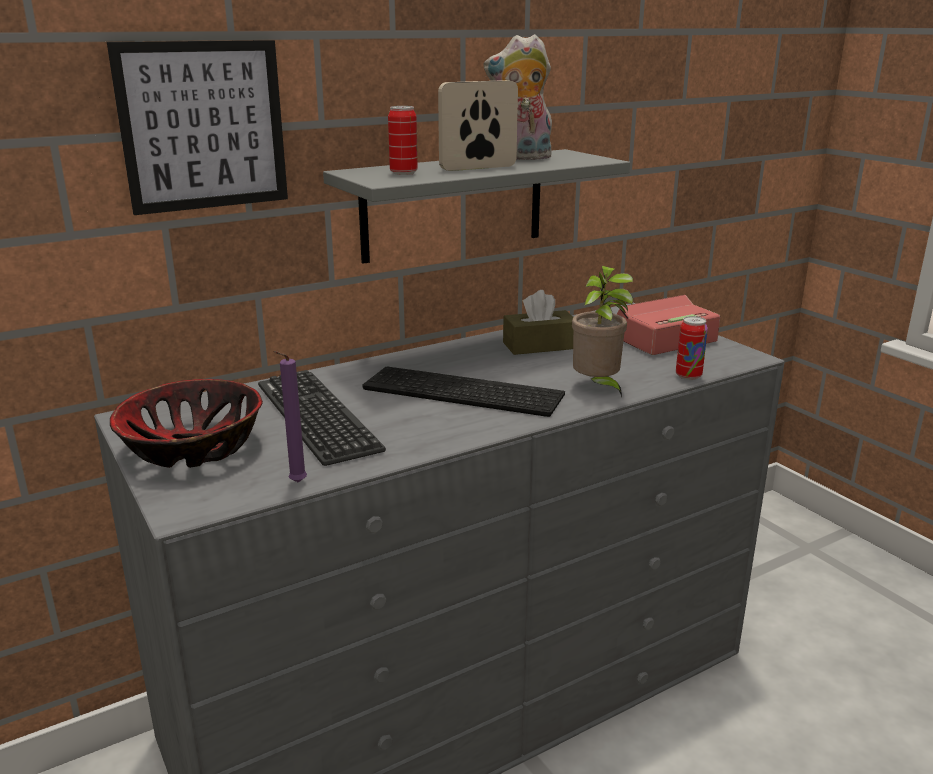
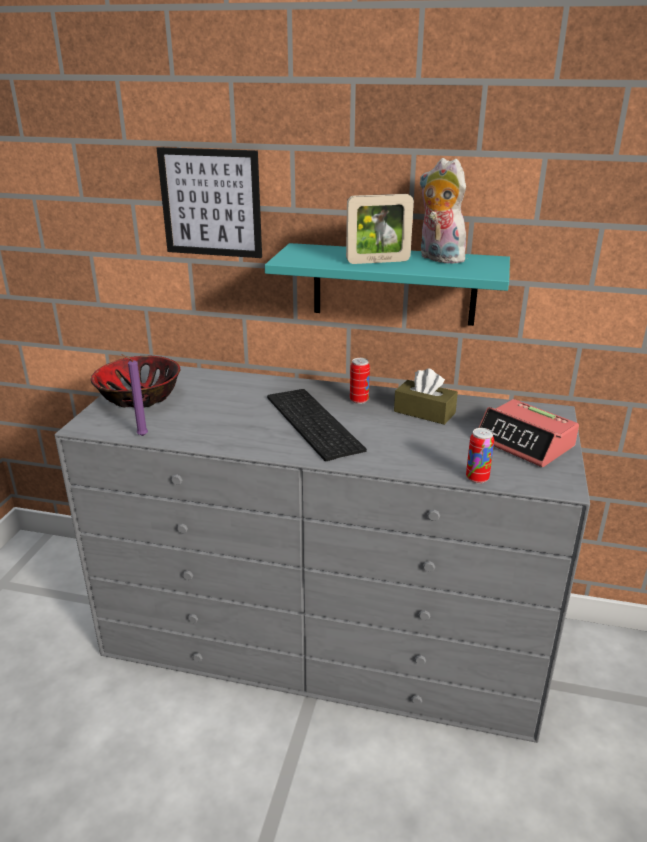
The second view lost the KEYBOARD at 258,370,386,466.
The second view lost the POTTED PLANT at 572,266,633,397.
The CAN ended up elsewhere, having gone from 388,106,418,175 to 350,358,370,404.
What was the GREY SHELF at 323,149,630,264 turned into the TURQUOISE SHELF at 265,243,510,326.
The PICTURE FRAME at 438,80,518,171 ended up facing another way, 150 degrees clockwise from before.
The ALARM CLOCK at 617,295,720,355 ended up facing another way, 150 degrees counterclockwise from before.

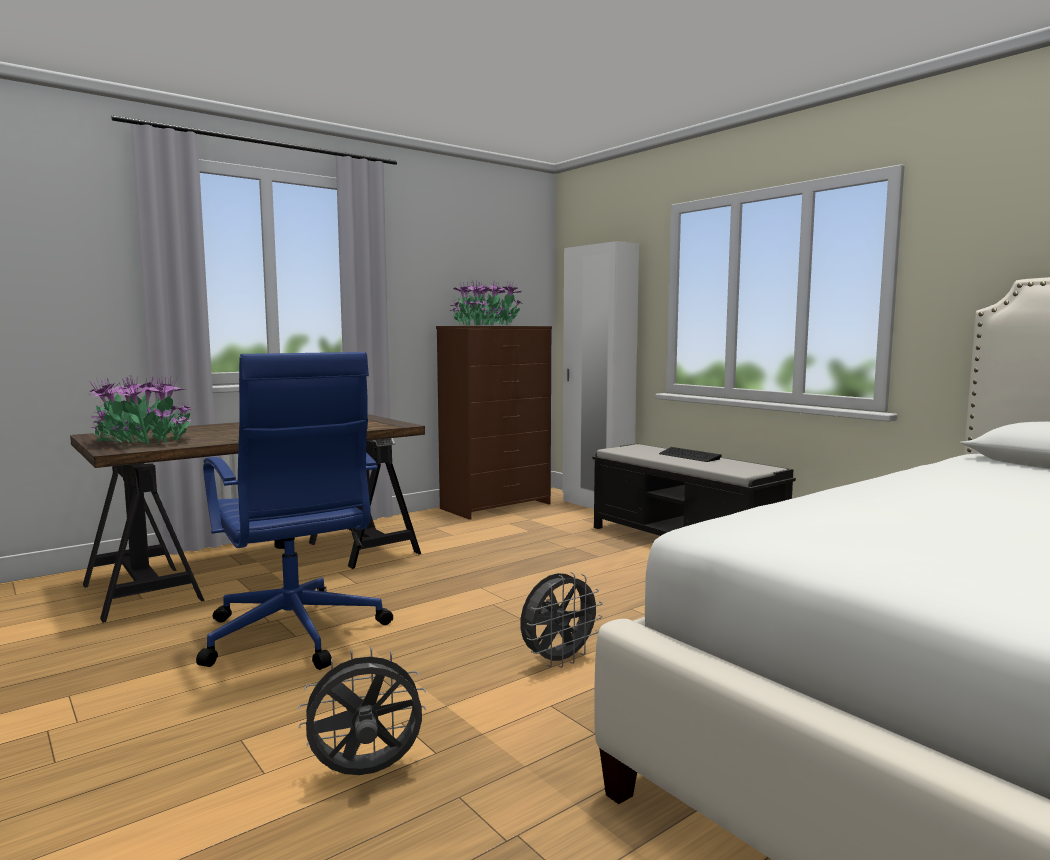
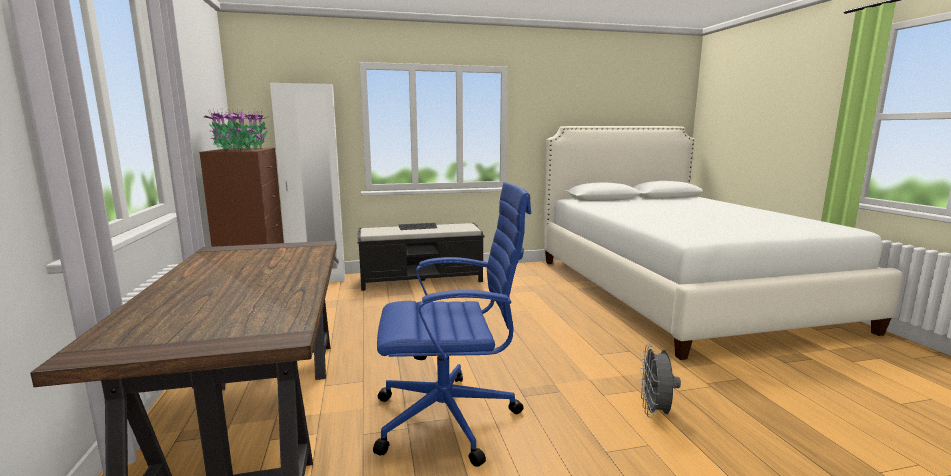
The second view lost the POTTED PLANT at 90,374,195,444.
The second view lost the GREY FAN at 520,572,603,668.

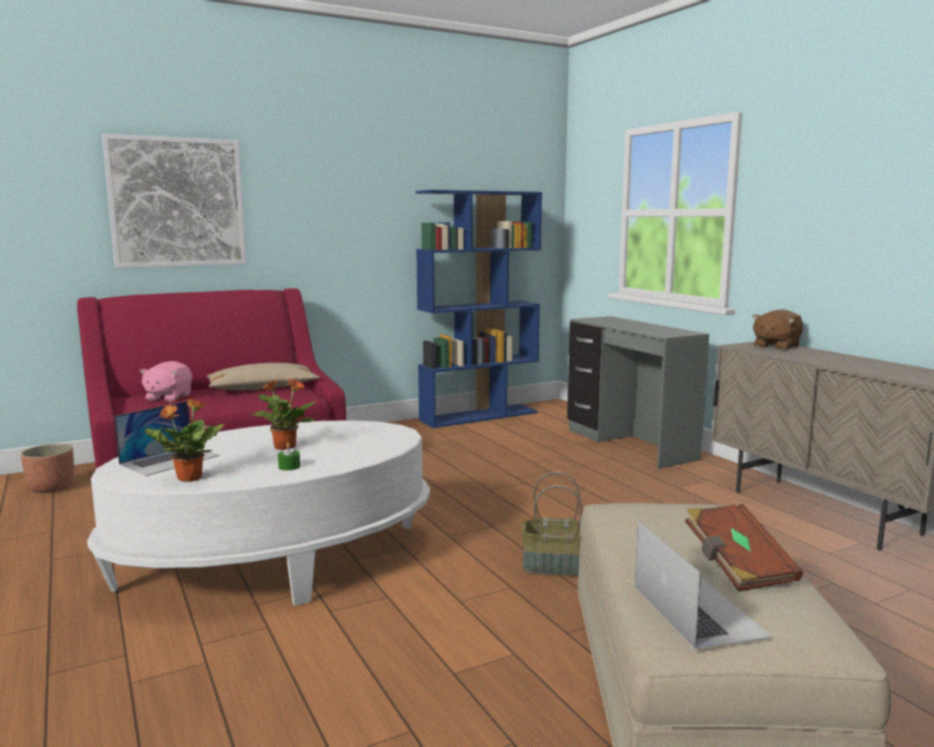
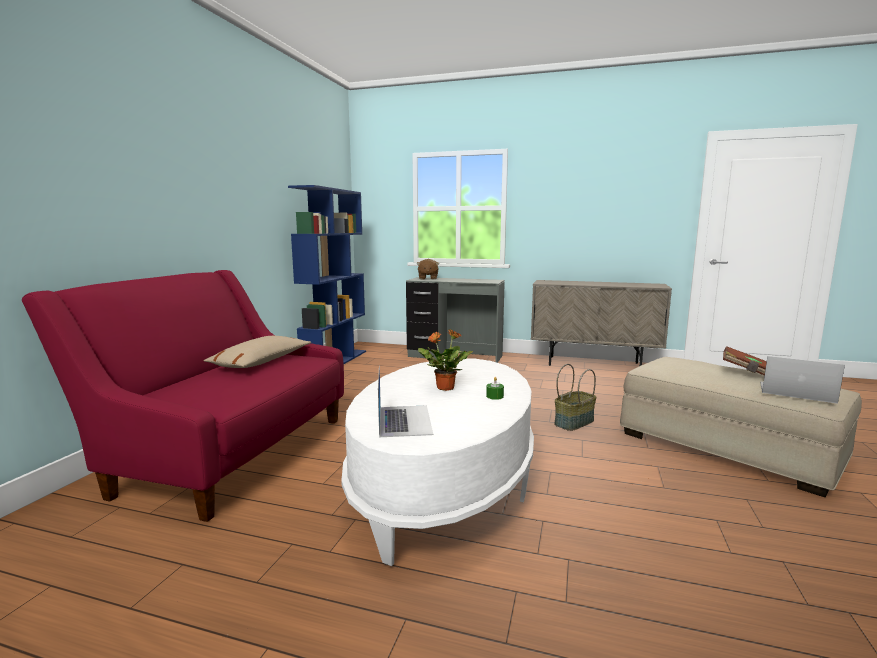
The second view lost the PLANTER at 21,444,74,493.
The second view lost the PICTURE at 102,134,246,268.
The second view lost the PINK PLUSH TOY at 139,361,192,402.
The second view lost the POTTED PLANT at 144,398,224,482.
The BROWN PLUSH TOY ended up elsewhere, having gone from 752,309,803,350 to 417,259,439,279.

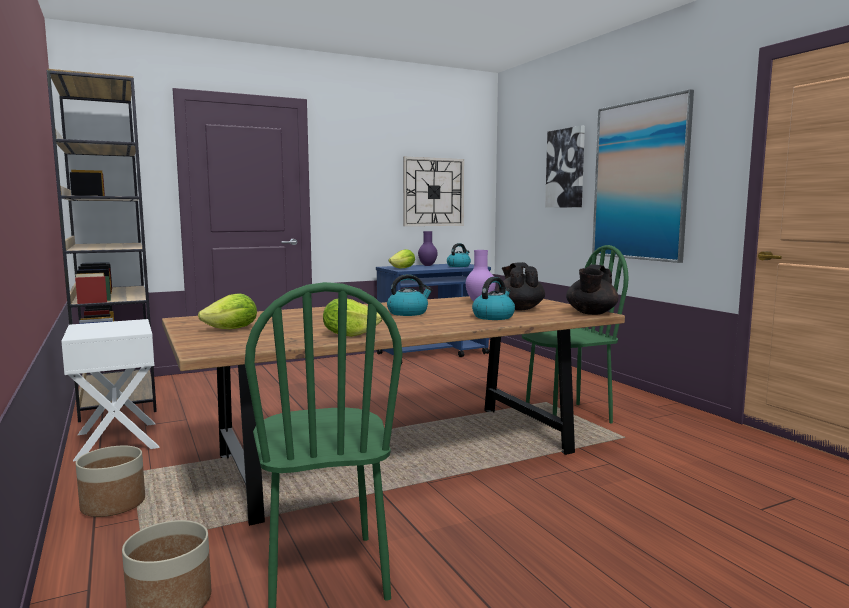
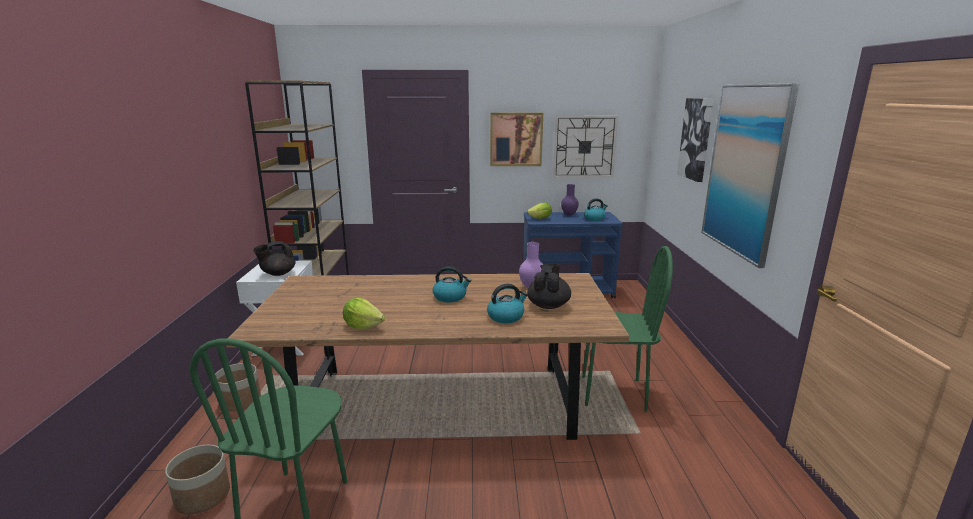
The second view lost the LETTUCE at 198,293,257,329.
The second view gained the PICTURE at 490,113,543,166.
The BLACK TEAPOT ended up elsewhere, having gone from 566,264,618,315 to 253,241,296,276.

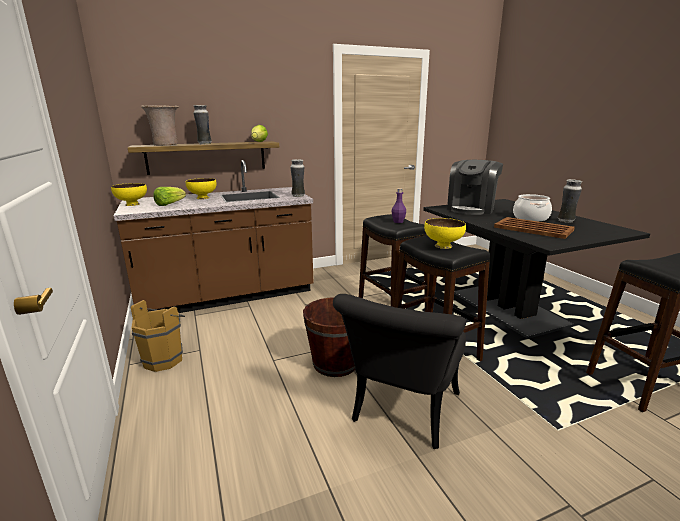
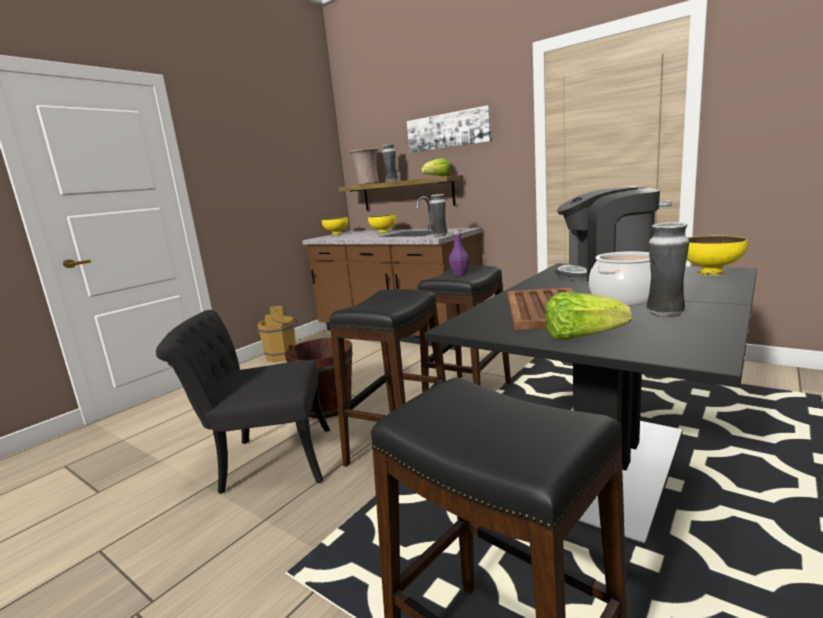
The second view gained the PICTURE at 407,105,492,153.
The LETTUCE ended up elsewhere, having gone from 153,187,186,206 to 546,292,632,340.
The YELLOW BOWL ended up elsewhere, having gone from 424,218,466,249 to 687,236,748,276.

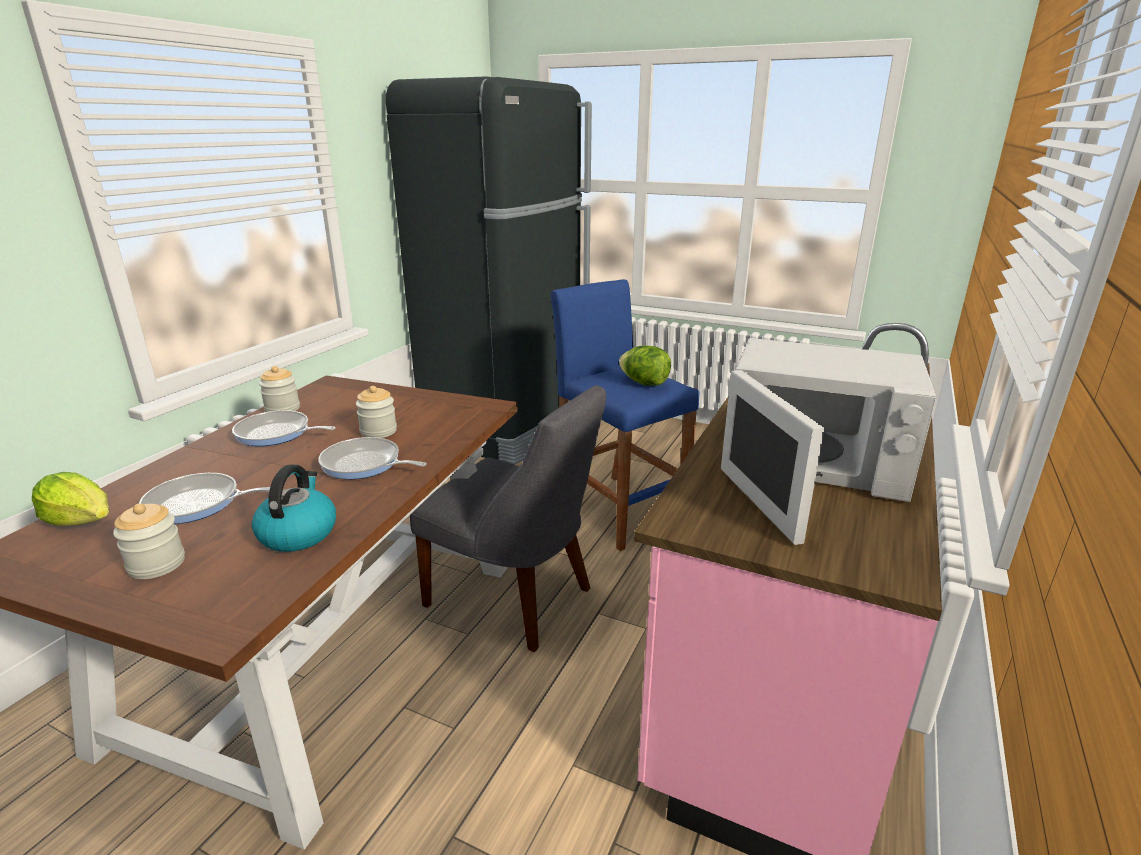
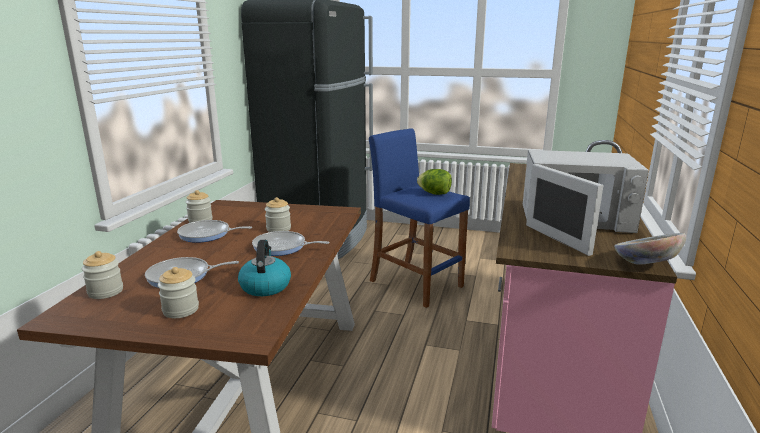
The second view lost the GREY CHAIR at 410,385,606,652.
The second view gained the BOWL at 614,233,686,265.
Where the LETTUCE stood at 32,472,109,526, the JAR came to stand at 82,251,123,299.

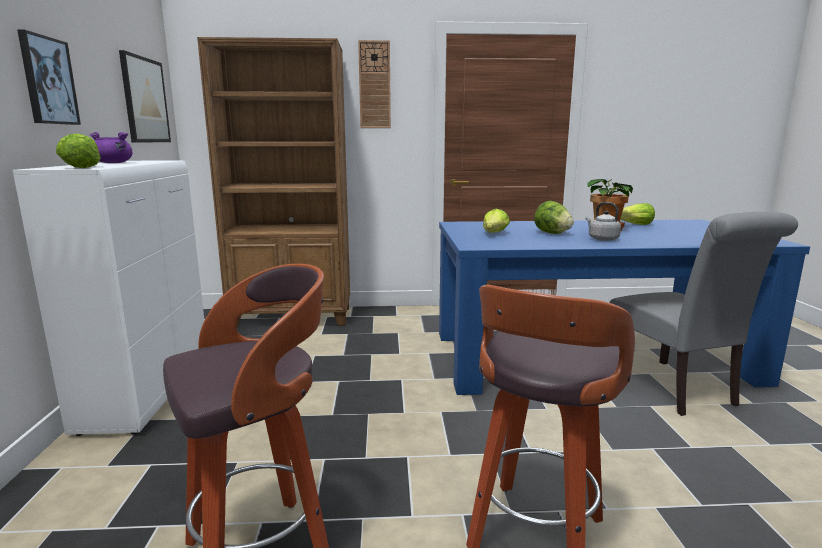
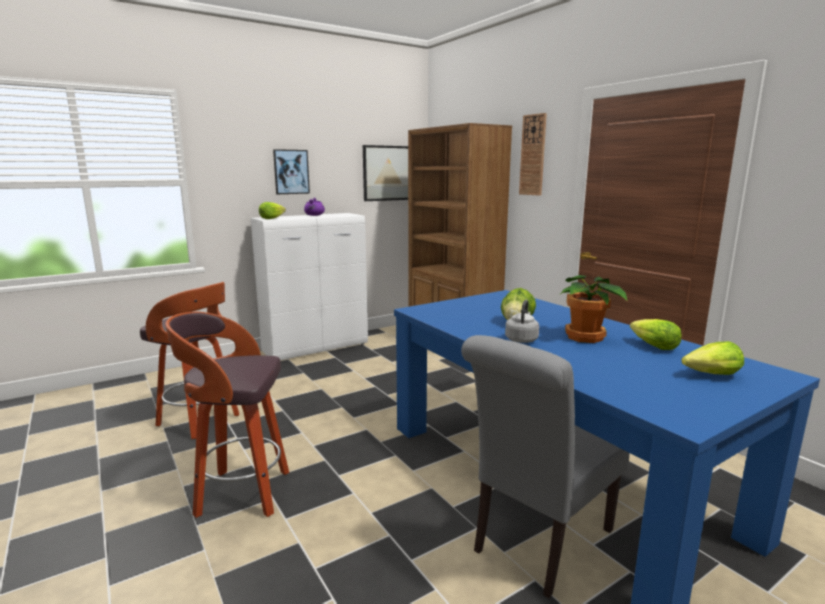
The LETTUCE ended up elsewhere, having gone from 483,209,510,233 to 681,341,744,375.

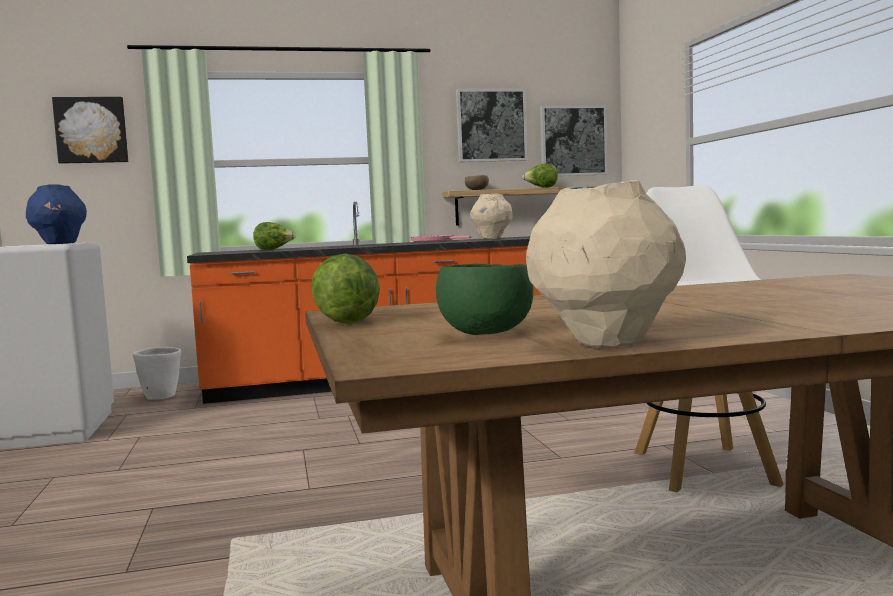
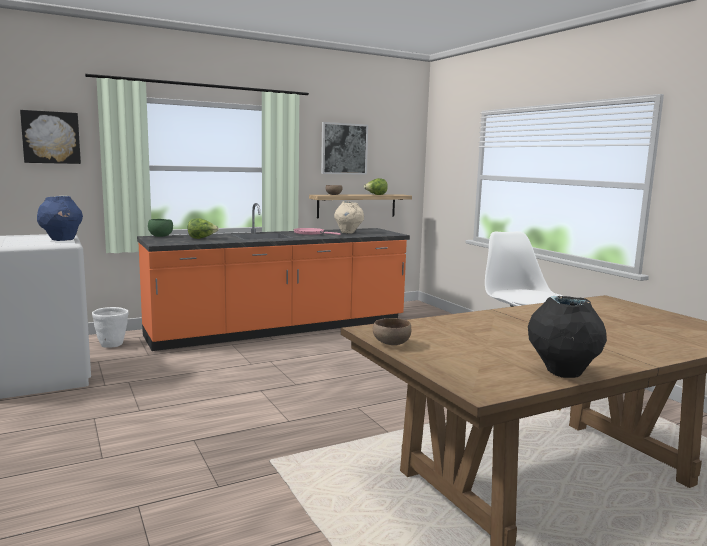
The second view lost the PICTURE at 540,105,608,176.
The GREEN BOWL ended up elsewhere, having gone from 436,264,533,335 to 148,219,173,237.
Where the LETTUCE stood at 311,254,380,324, the BROWN BOWL came to stand at 373,318,411,345.
What was the BEIGE VASE at 526,180,686,347 turned into the BLACK VASE at 528,296,607,378.

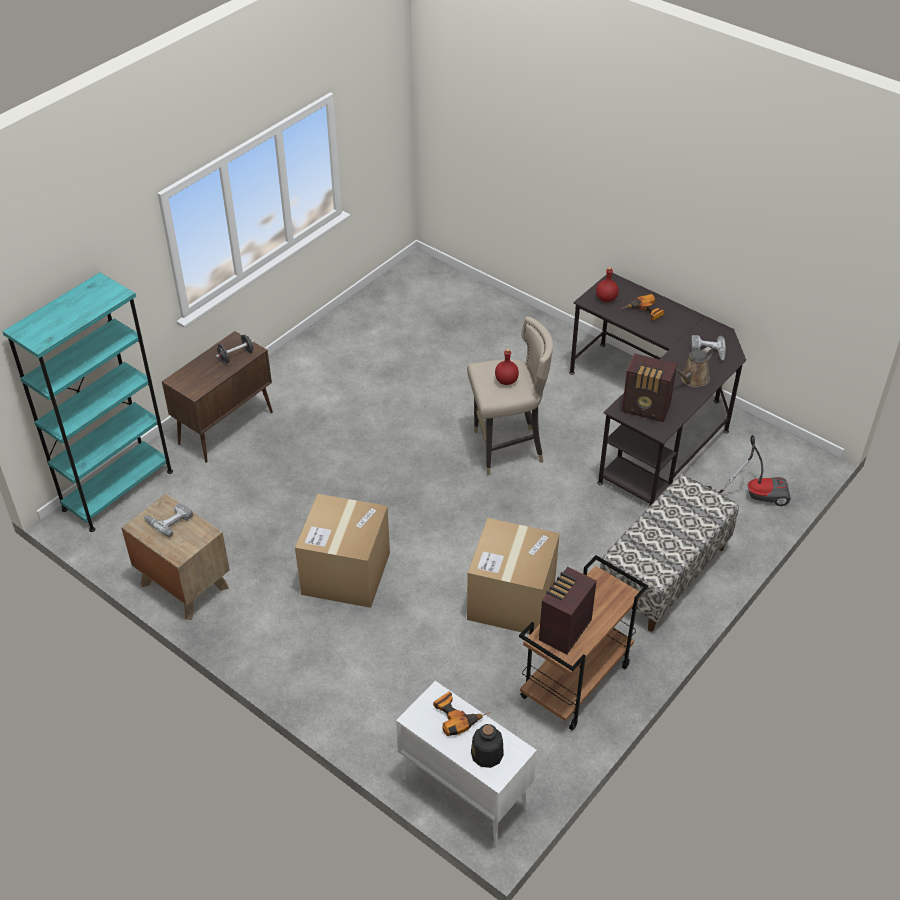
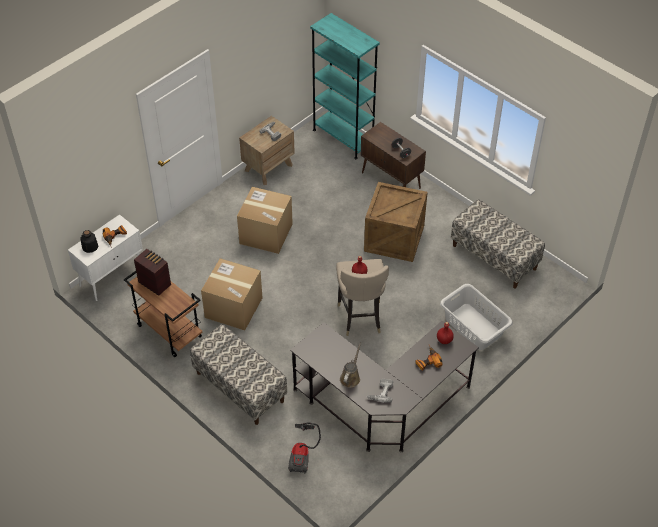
The second view lost the RADIO at 622,353,677,422.
The second view gained the CRATE at 364,182,428,262.
The second view gained the GREY LAUNDRY BASKET at 440,284,513,350.
The second view gained the BENCH at 451,199,545,289.
The BROWN WATERING CAN at 676,347,713,387 ended up facing another way, 60 degrees clockwise from before.

